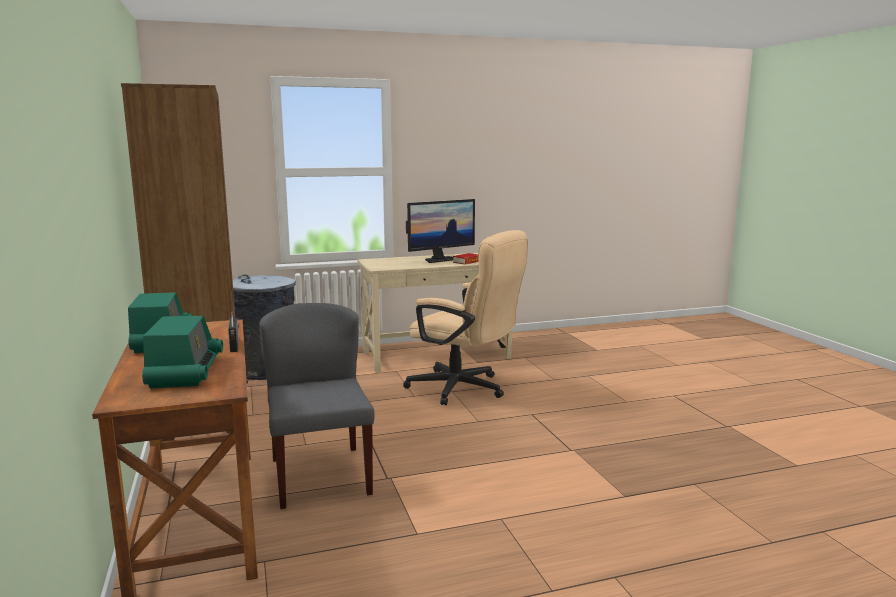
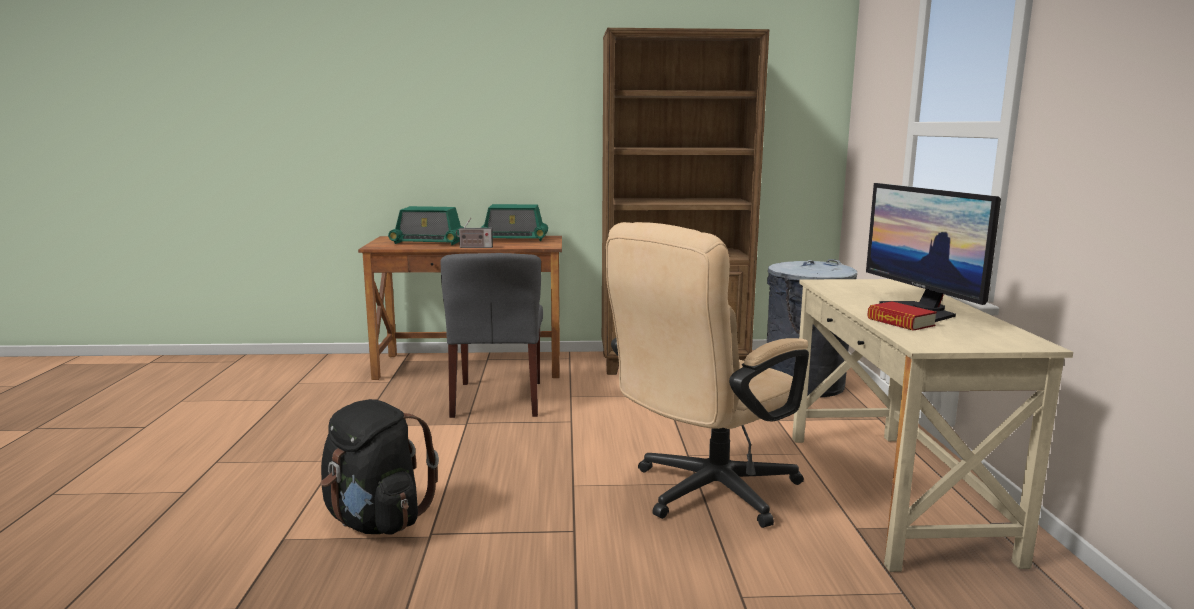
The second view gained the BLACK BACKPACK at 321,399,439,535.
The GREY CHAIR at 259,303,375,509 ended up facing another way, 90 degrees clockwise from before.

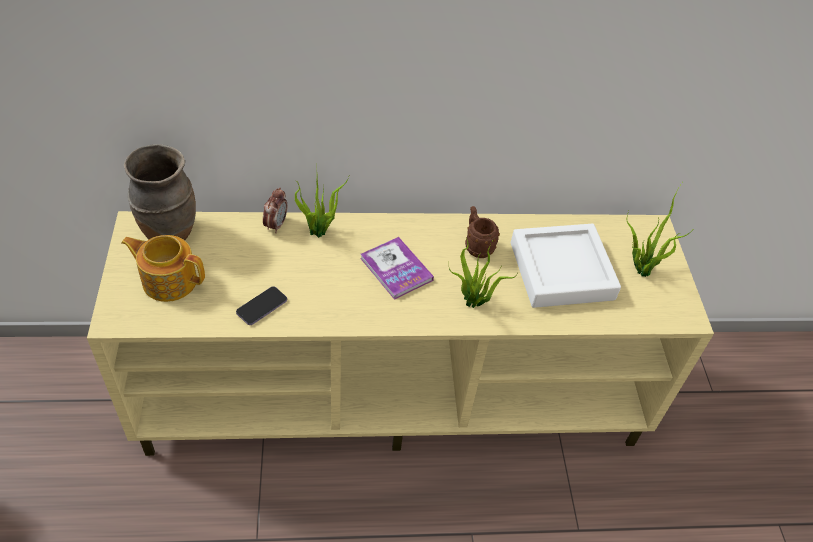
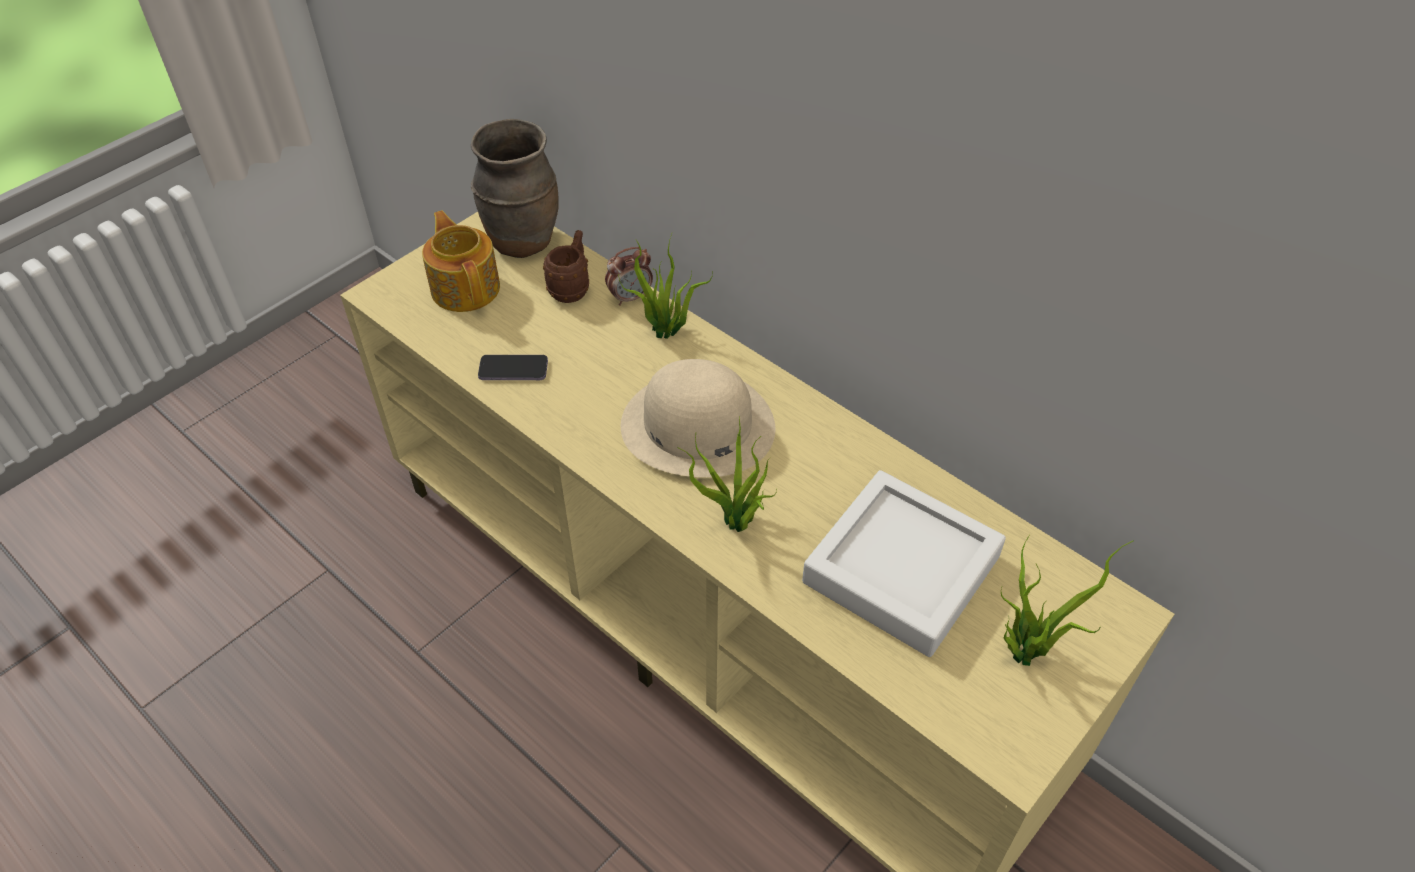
The BROWN MUG ended up elsewhere, having gone from 465,206,500,258 to 543,230,589,303.
Where the BOOK stood at 360,237,434,300, the BEIGE HAT came to stand at 621,359,775,477.

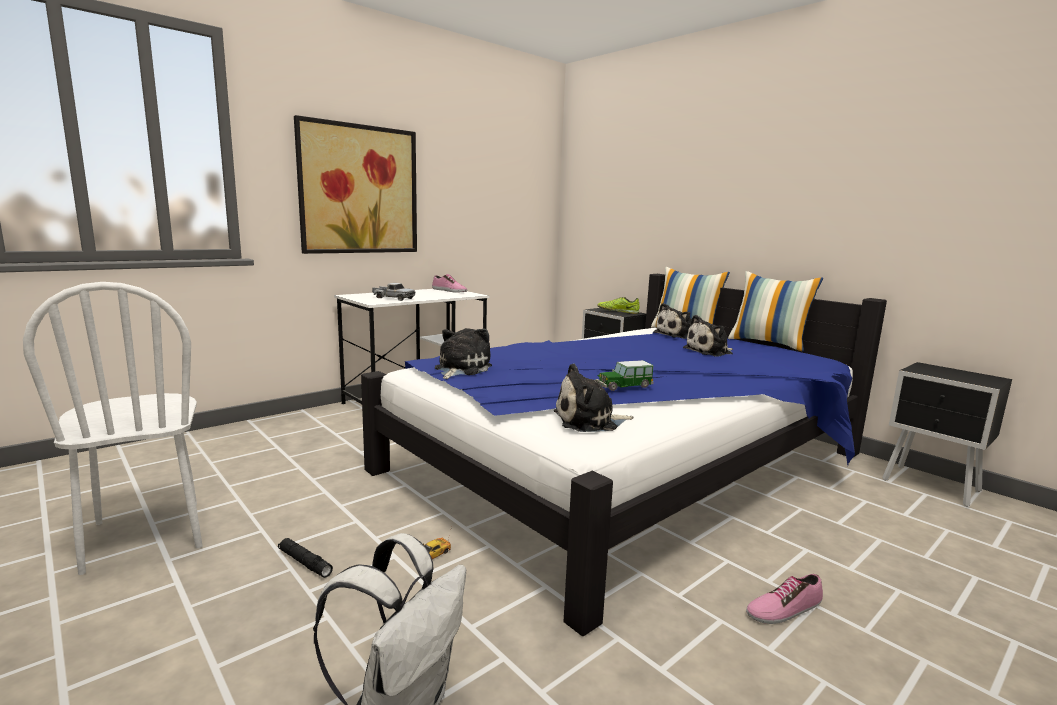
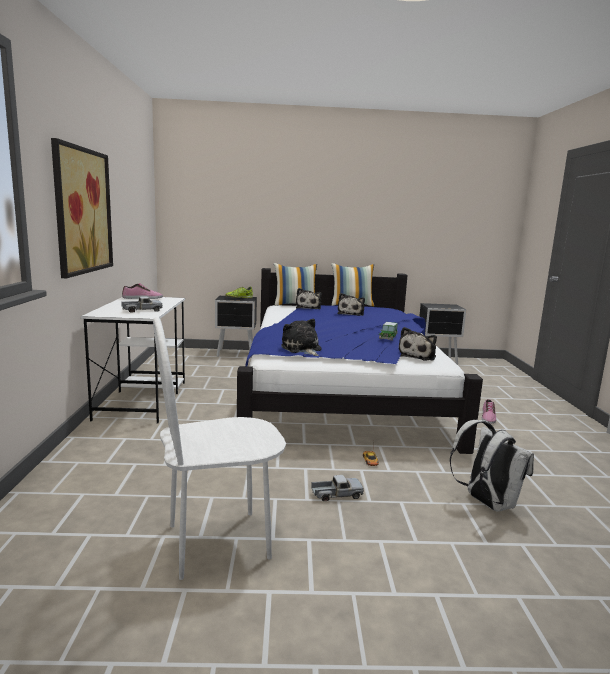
Where the BLACK FLASHLIGHT stood at 278,538,333,578, the TOY TRUCK came to stand at 311,475,364,501.
The WHITE CHAIR at 23,282,203,575 ended up facing another way, 150 degrees clockwise from before.

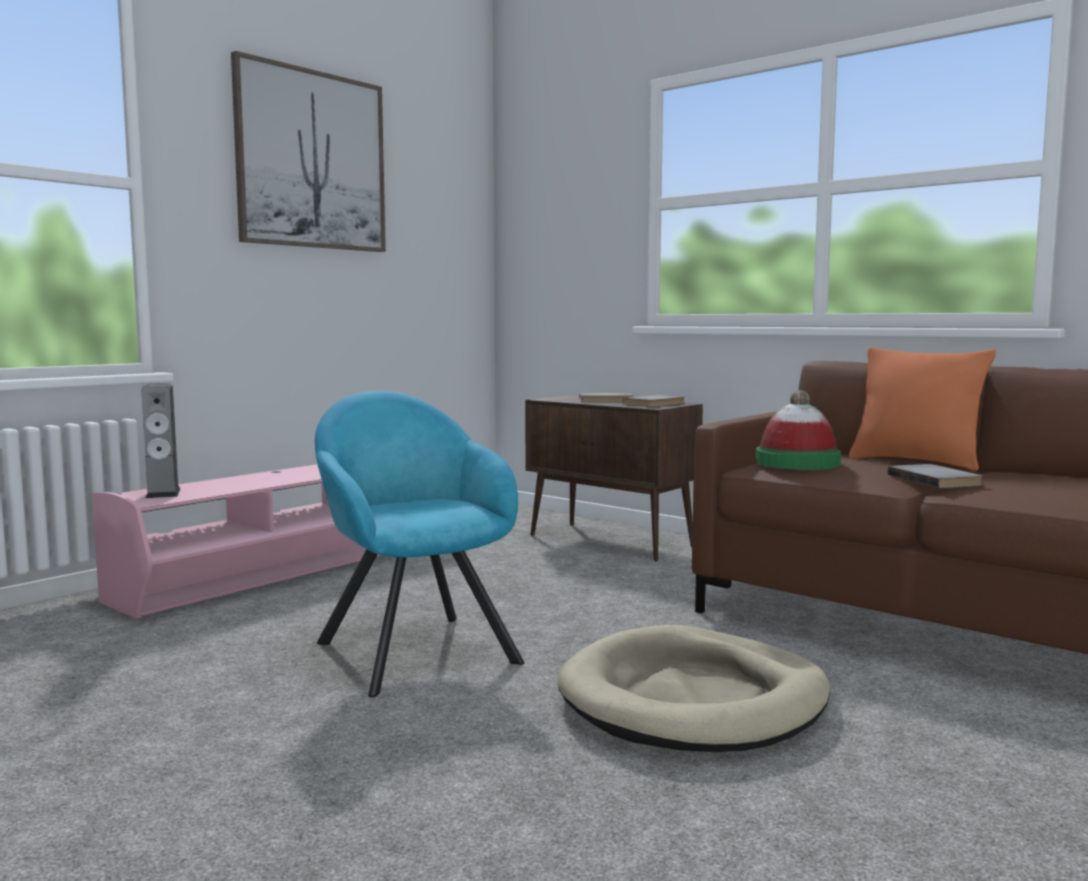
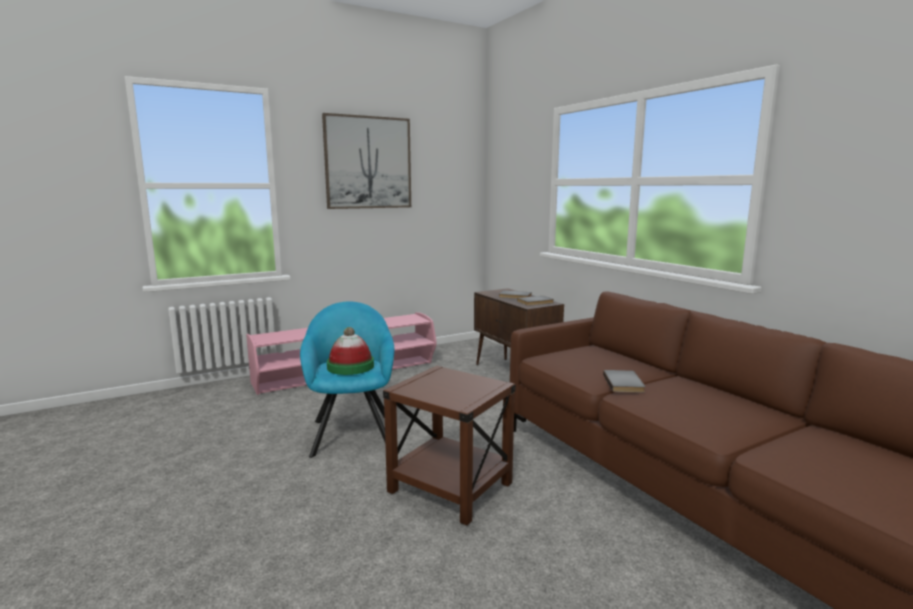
The second view lost the SPEAKER at 141,383,180,498.
The second view lost the ORANGE PILLOW at 849,347,996,471.
The HAT ended up elsewhere, having gone from 756,390,841,470 to 327,327,374,375.
Where the BEIGE DOG BED stood at 557,625,830,752, the BROWN SIDE TABLE came to stand at 383,366,515,526.

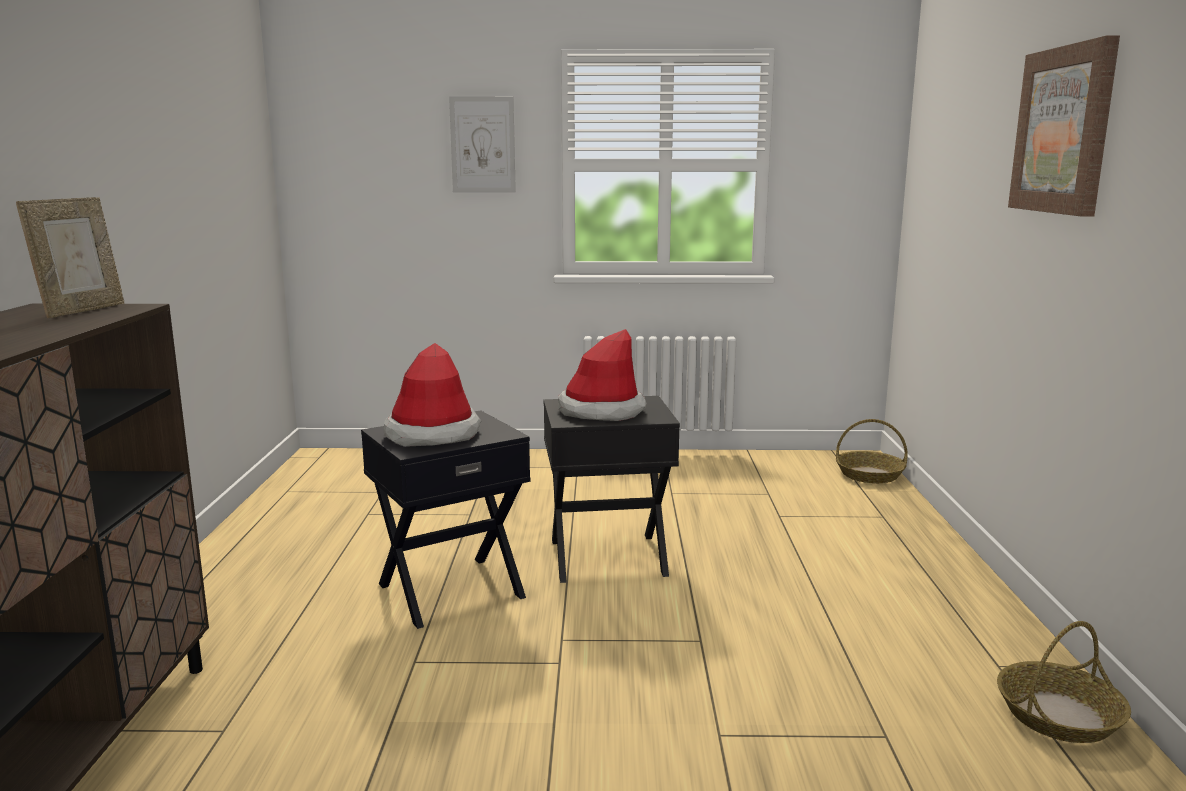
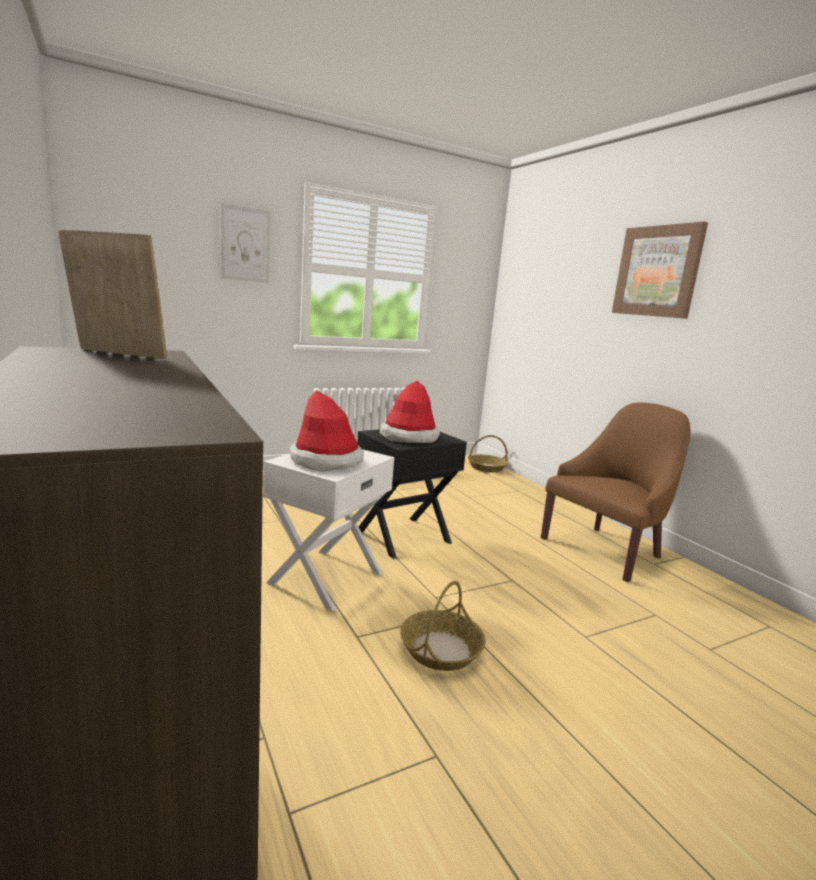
The second view gained the BROWN ARMCHAIR at 541,402,690,582.
The BASKET ended up elsewhere, having gone from 997,621,1131,743 to 400,581,486,671.
What was the BLACK SIDE TABLE at 361,410,530,629 turned into the WHITE SIDE TABLE at 263,449,395,611.
The PICTURE FRAME at 16,197,124,318 ended up facing another way, 60 degrees counterclockwise from before.

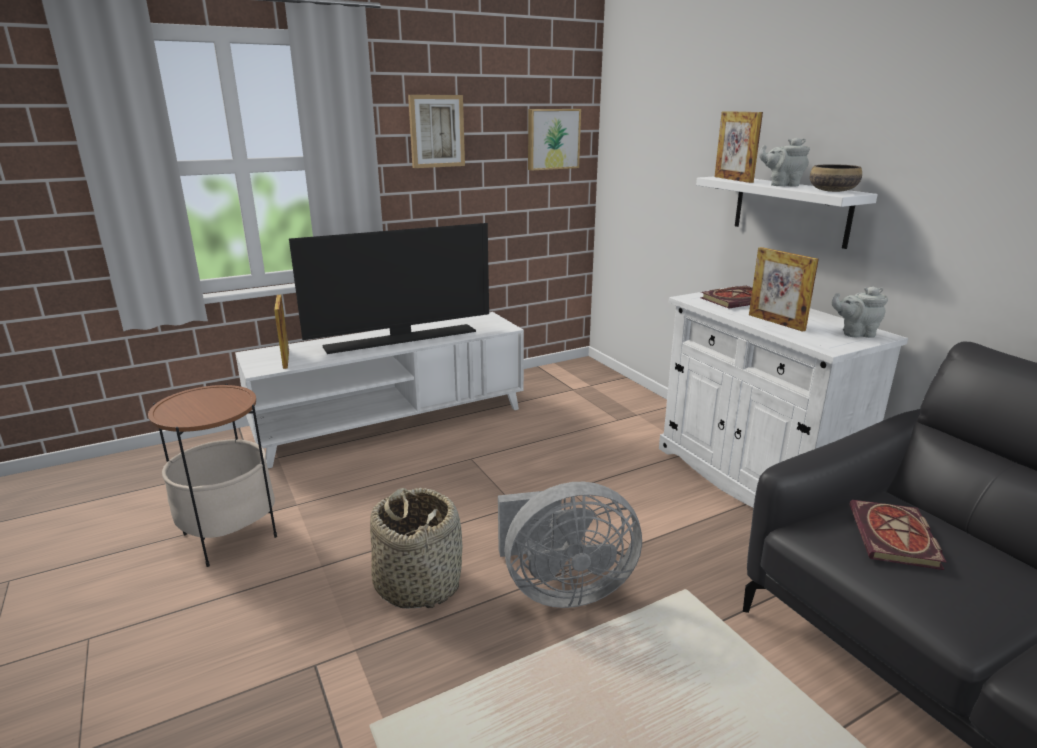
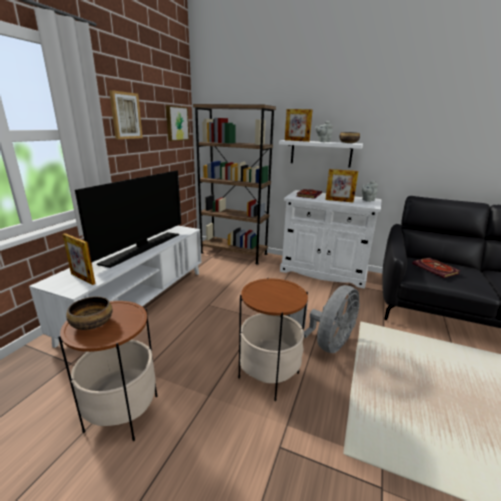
The second view gained the BOWL at 66,296,112,330.
The second view gained the BROWN BOOKCASE at 193,104,276,265.
Where the BASKET stood at 370,487,462,609, the SIDE TABLE came to stand at 238,278,308,401.

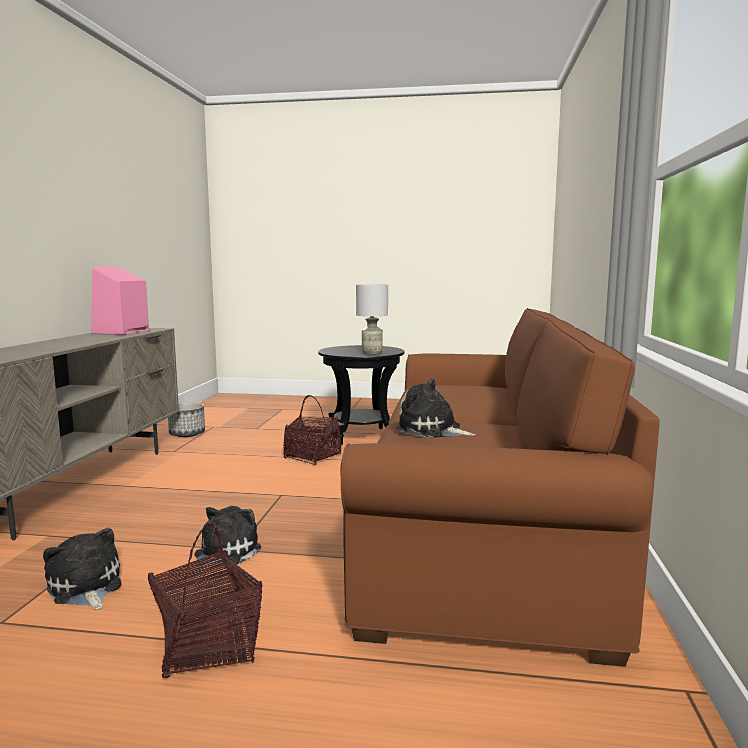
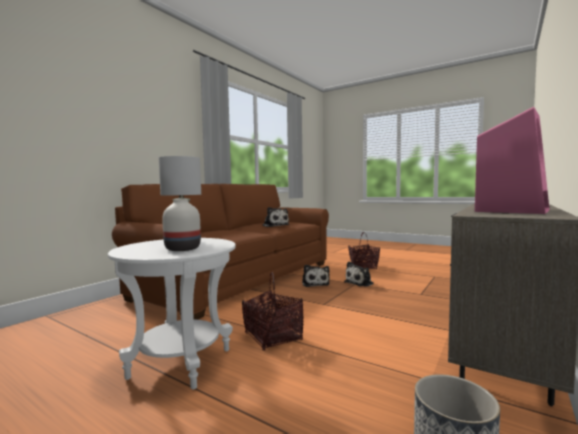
The second view gained the WHITE VASE at 162,199,201,251.
The PLUSH TOY ended up elsewhere, having gone from 43,528,121,610 to 302,265,330,287.
What was the BLACK SIDE TABLE at 318,345,405,445 turned into the WHITE SIDE TABLE at 108,238,236,390.

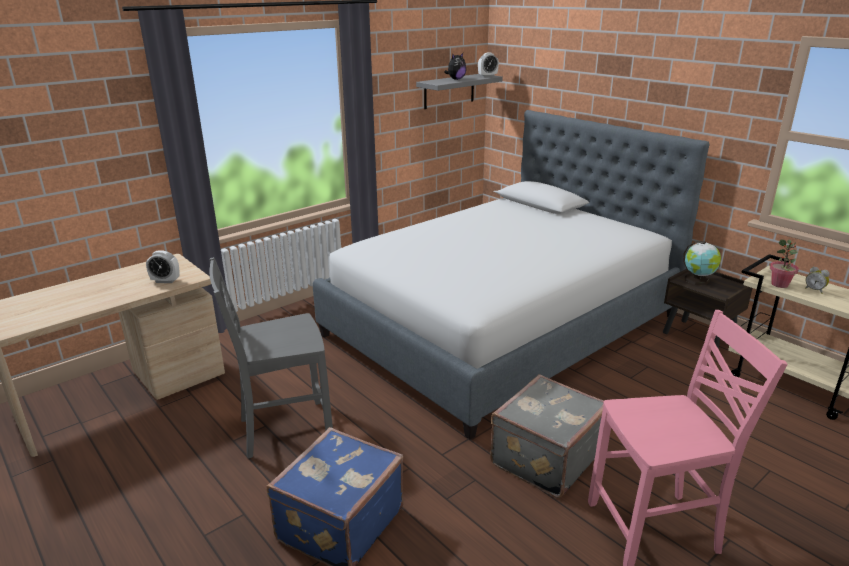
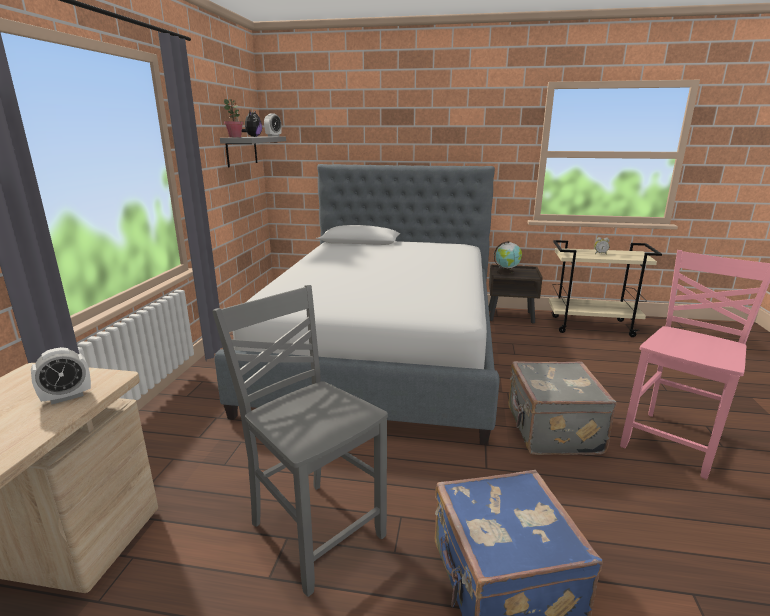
The POTTED PLANT ended up elsewhere, having gone from 770,239,799,288 to 224,99,244,137.
The GREY CHAIR at 209,257,333,459 ended up facing another way, 105 degrees clockwise from before.

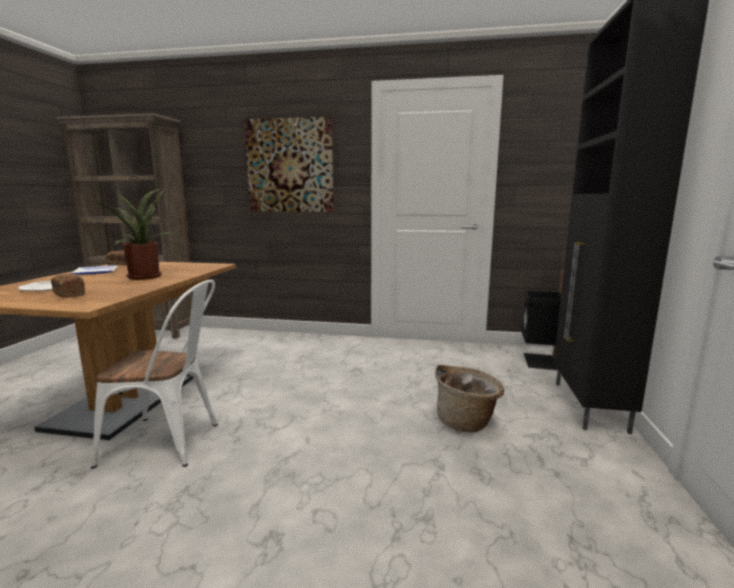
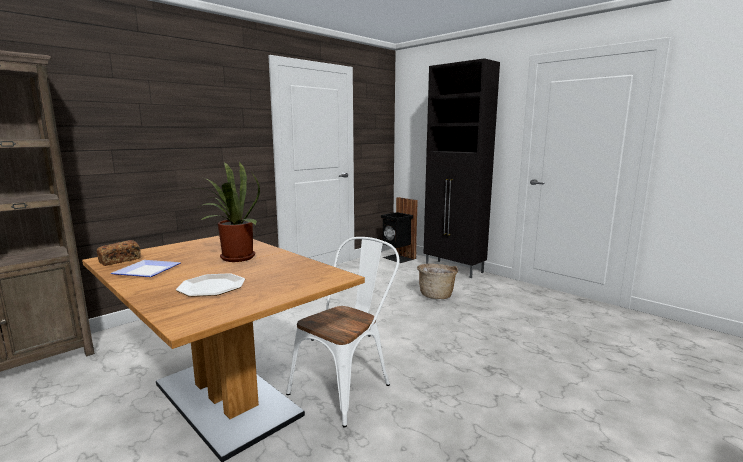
The second view lost the BREAD at 51,274,85,298.
The second view lost the PICTURE at 244,116,334,212.

